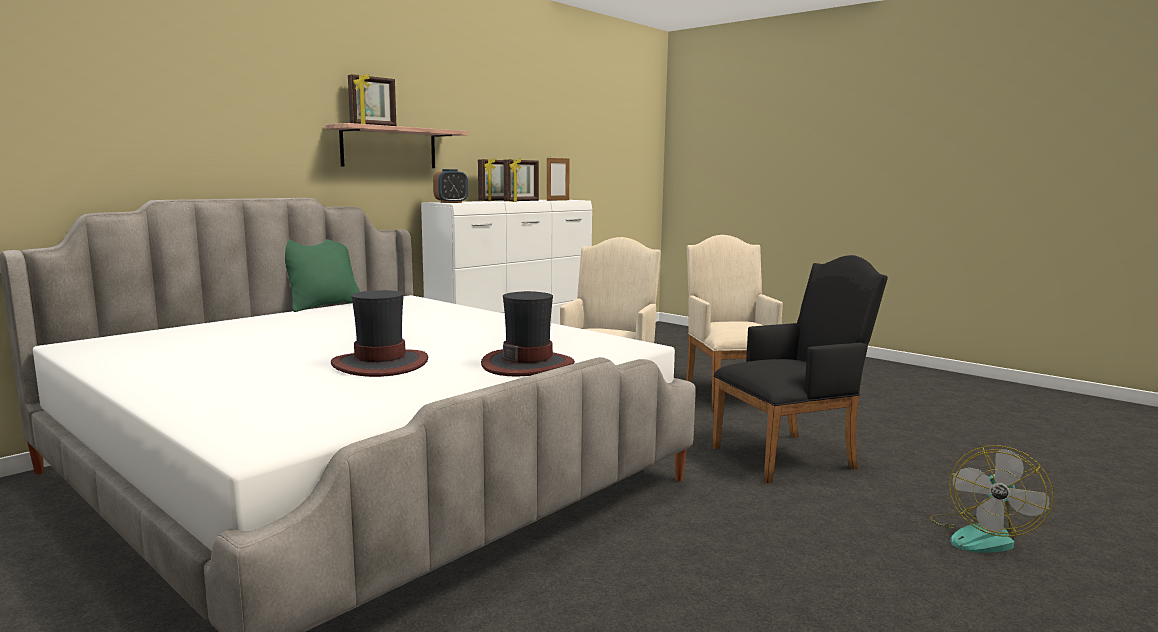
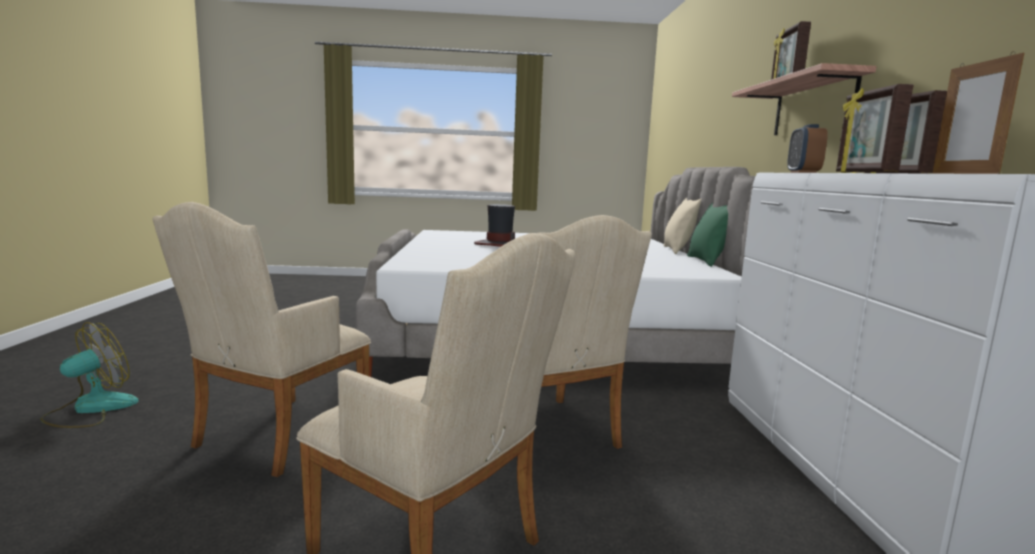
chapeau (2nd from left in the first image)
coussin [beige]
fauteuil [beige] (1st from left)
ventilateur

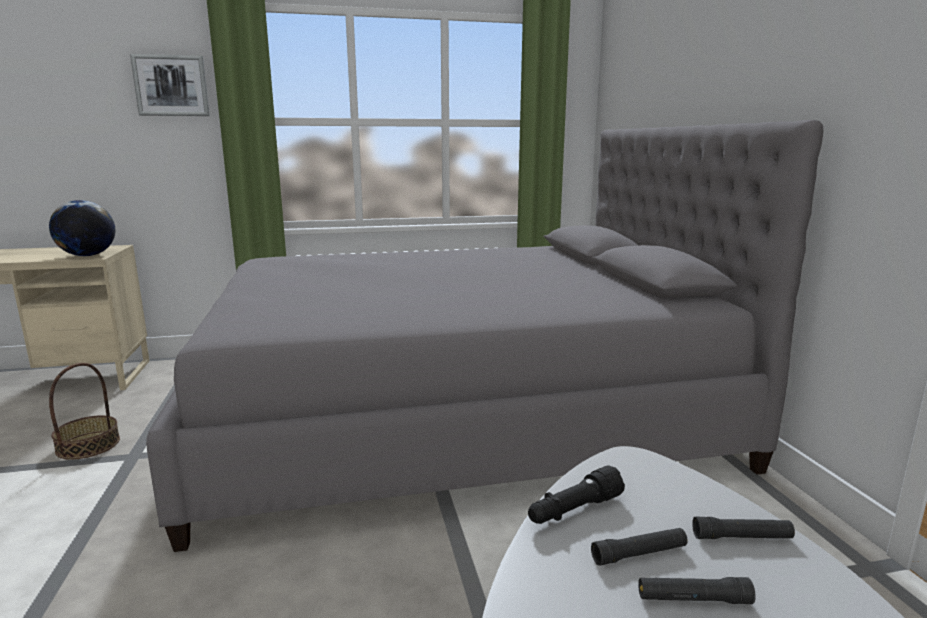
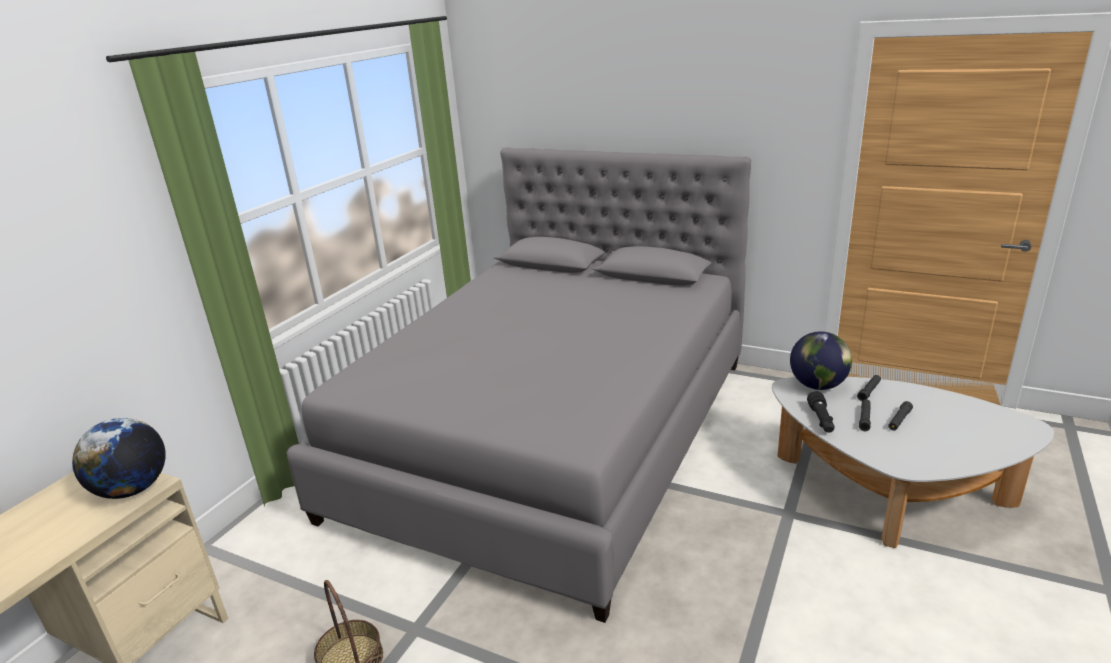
tableau
globe (2nd from left)

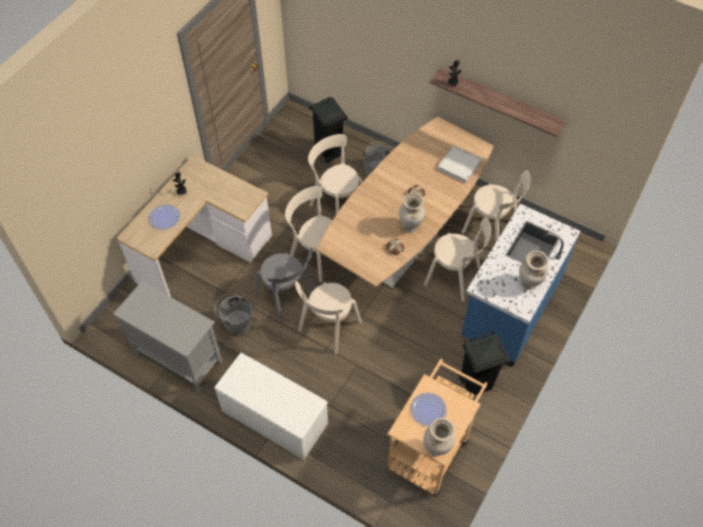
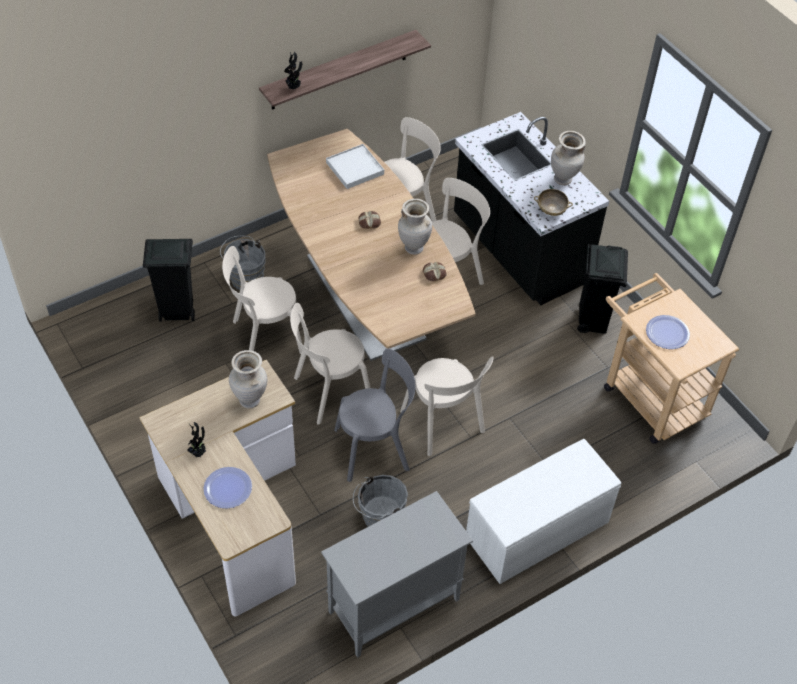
bol [beige]
vase [beige] (1st from left)
comptoir de cuisine [noir]

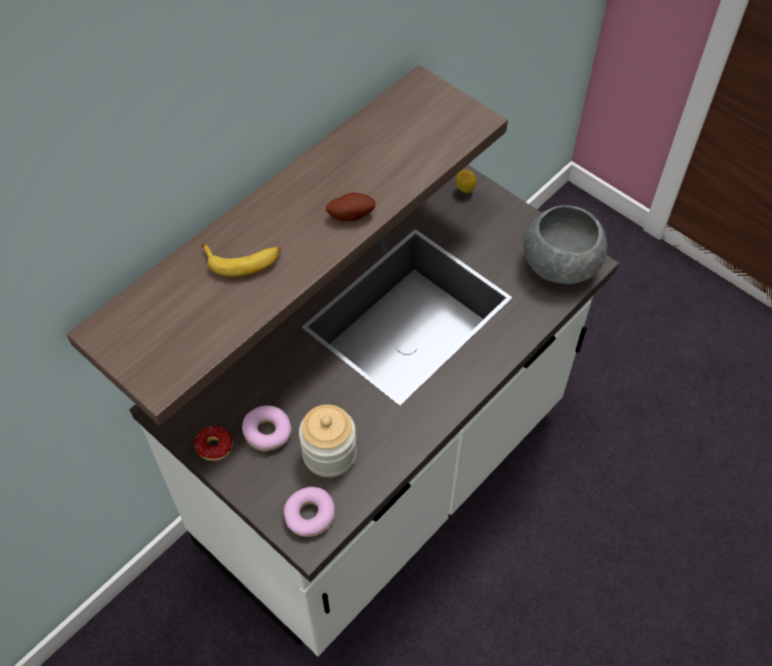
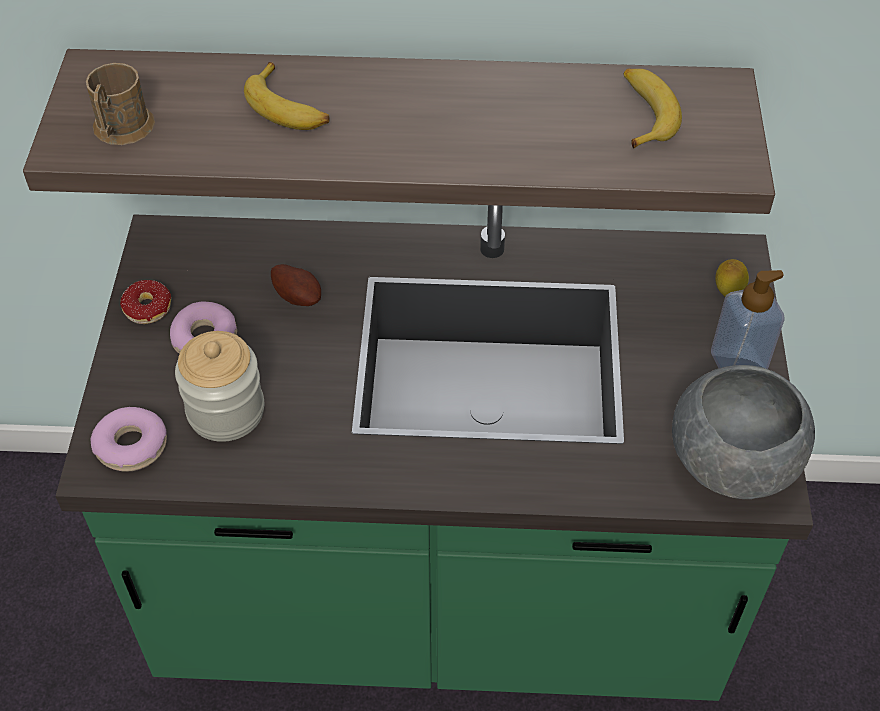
mug [marron]
banane (2nd from left)
distributeur de savon
pomme de terre
comptoir de cuisine [vert]

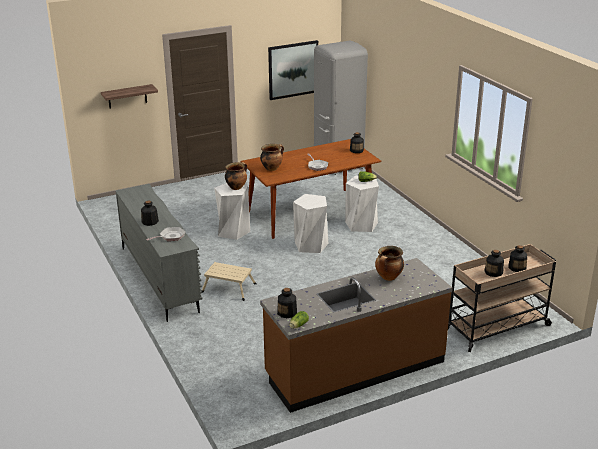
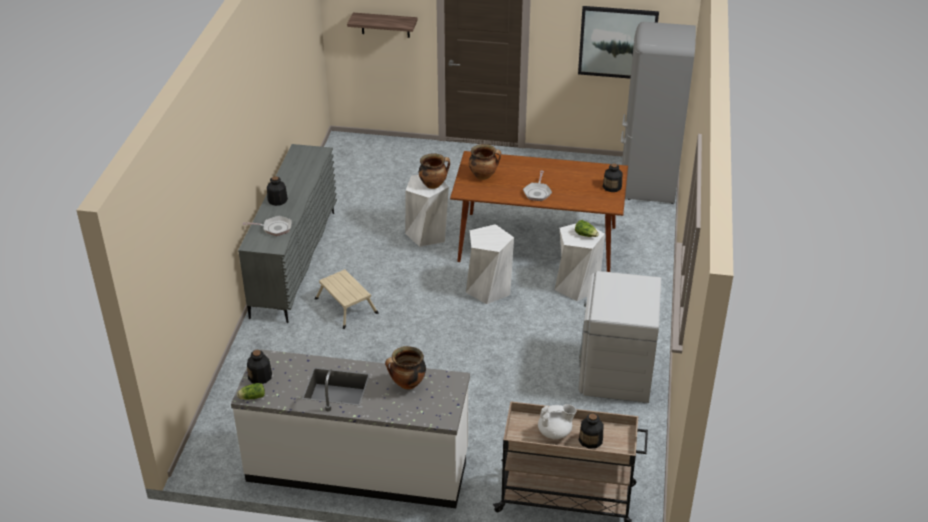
lave-linge [blanc]
théière [blanc]
comptoir de cuisine [blanc]

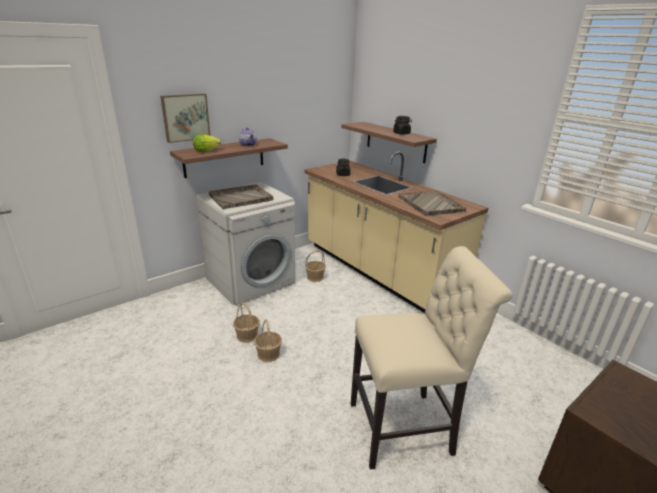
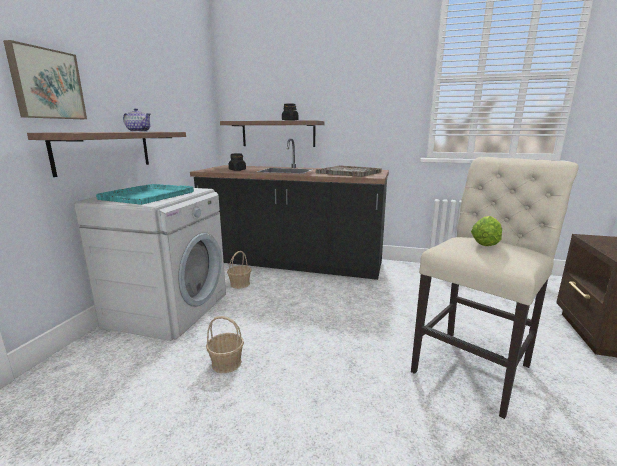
panier (2nd from left in the first image)
laitue
plateau [turquoise]
comptoir de cuisine [noir]

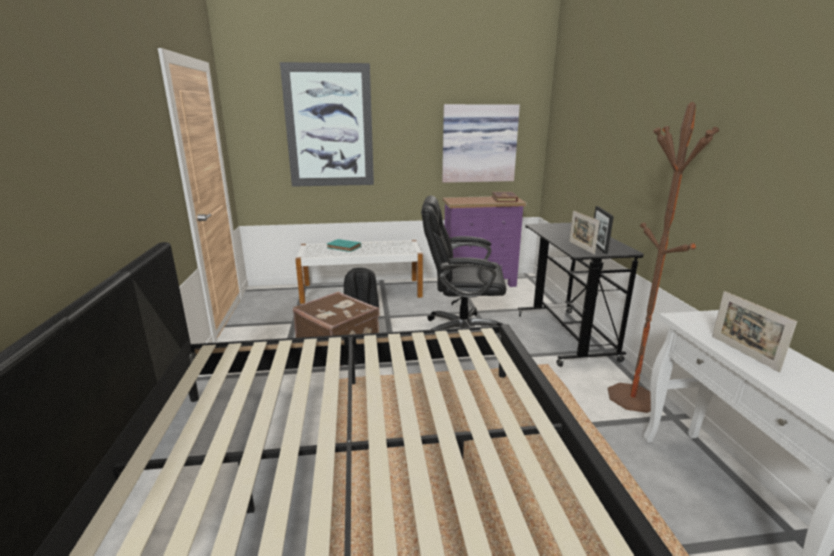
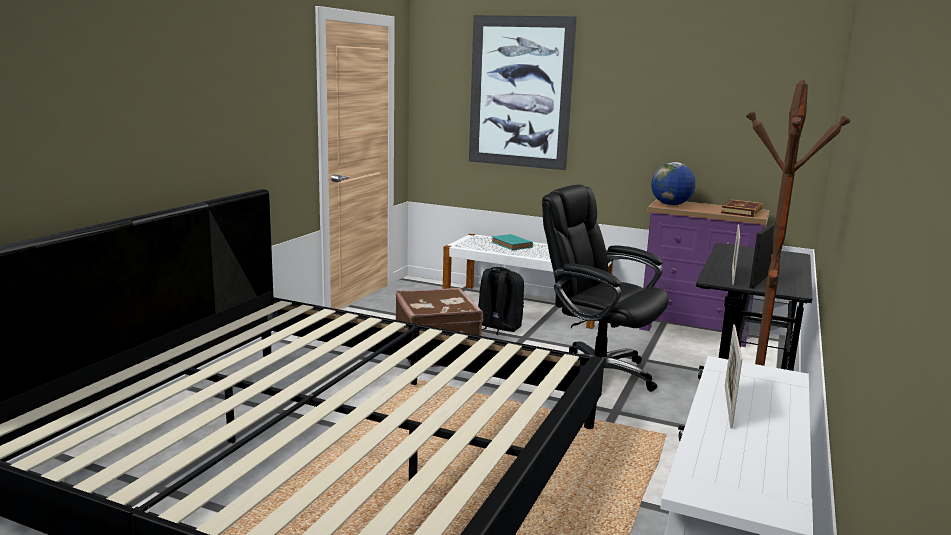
tableau (2nd from left in the first image)
globe

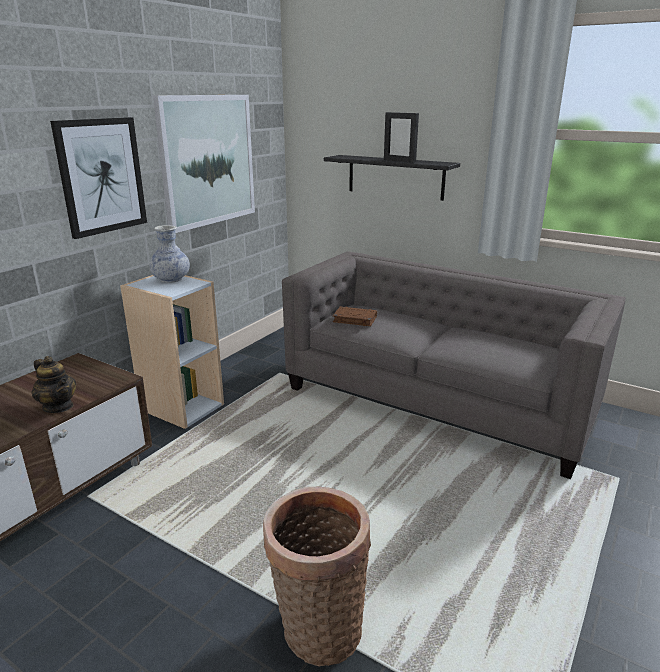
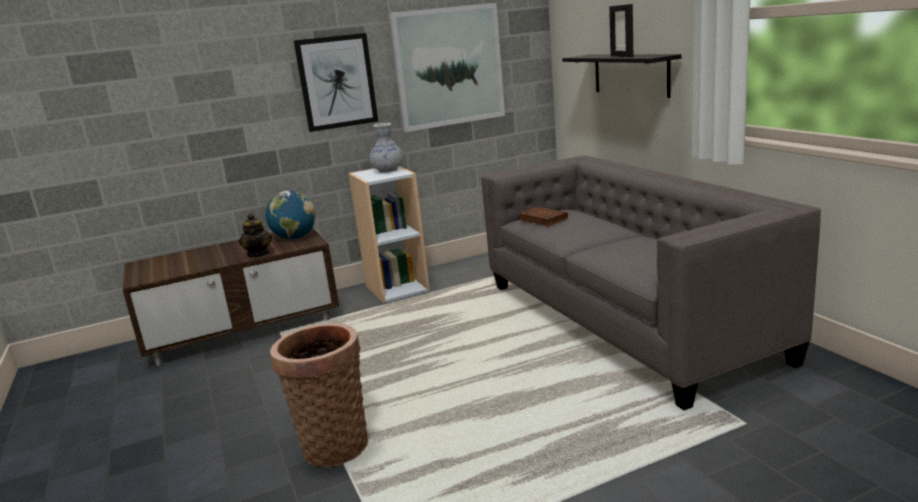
globe

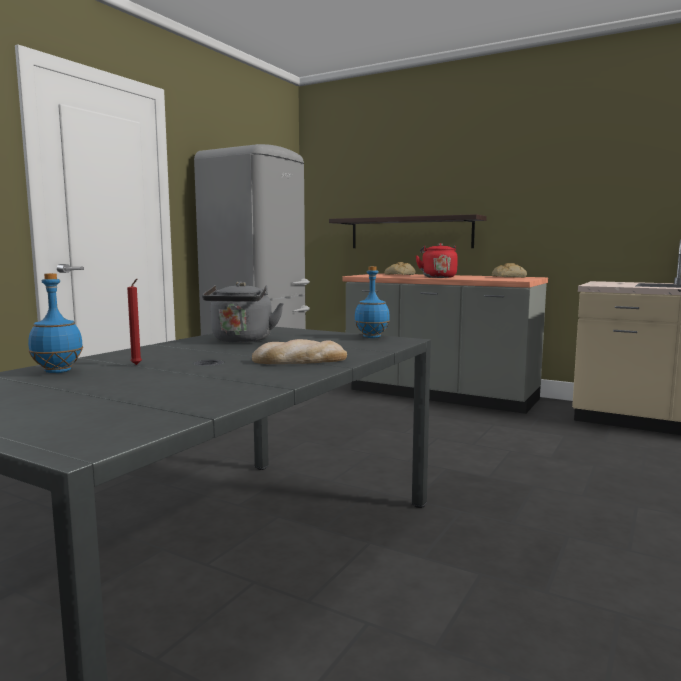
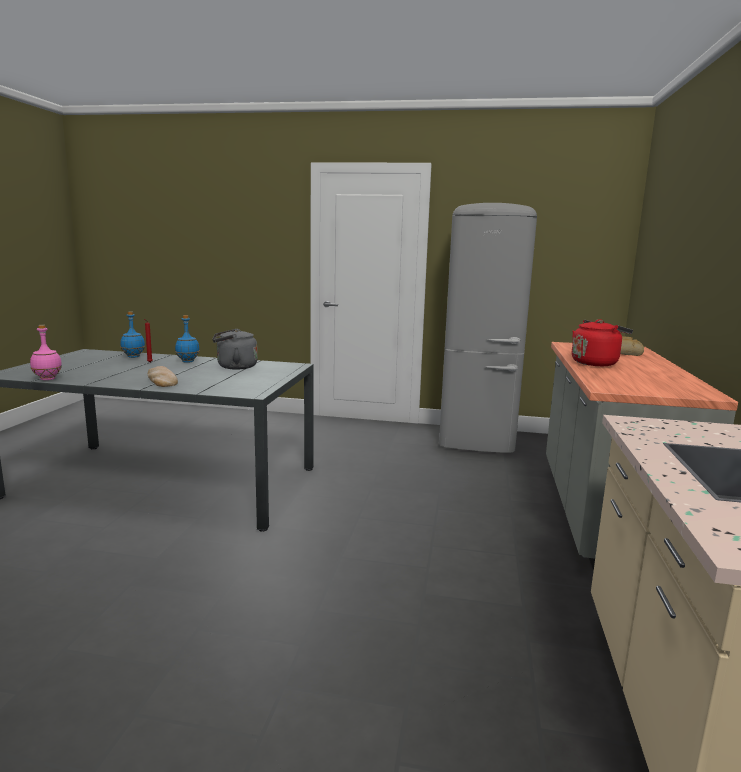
étagère
pain (3rd from left in the first image)
bouteille [rose]
bouteille [bleu] (2nd from left)

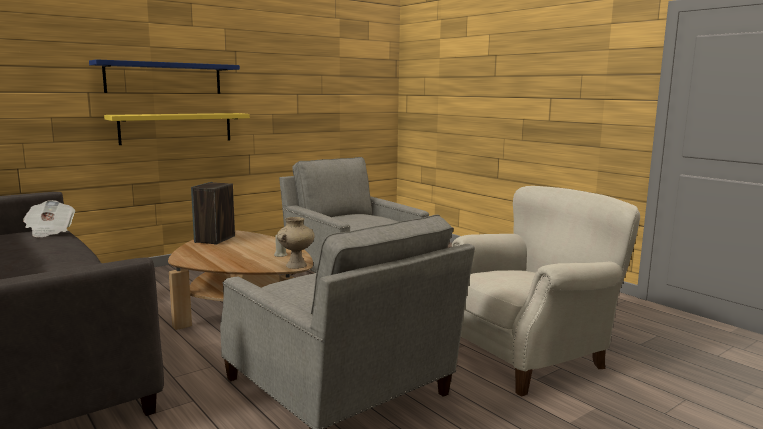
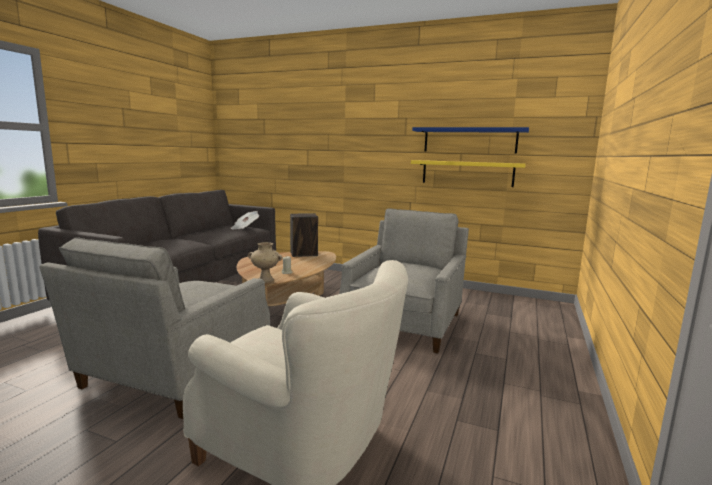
étagère [bleu]
étagère [jaune]

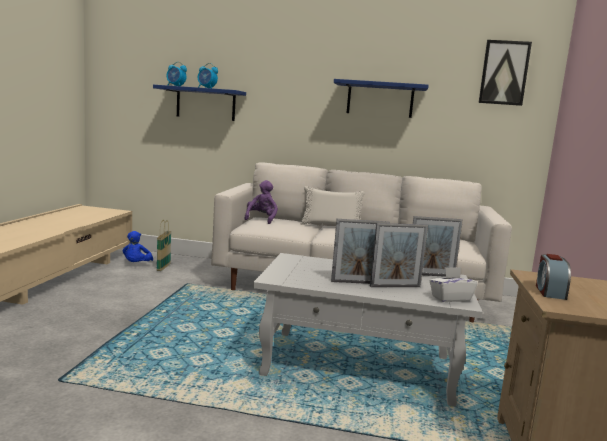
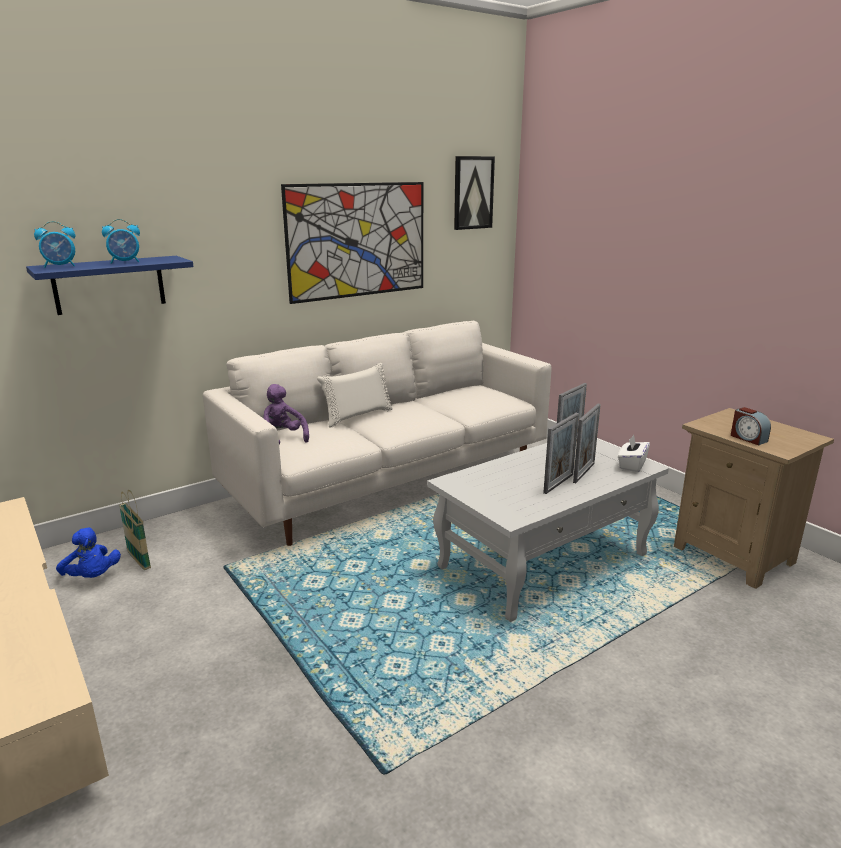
tableau (1st from left)

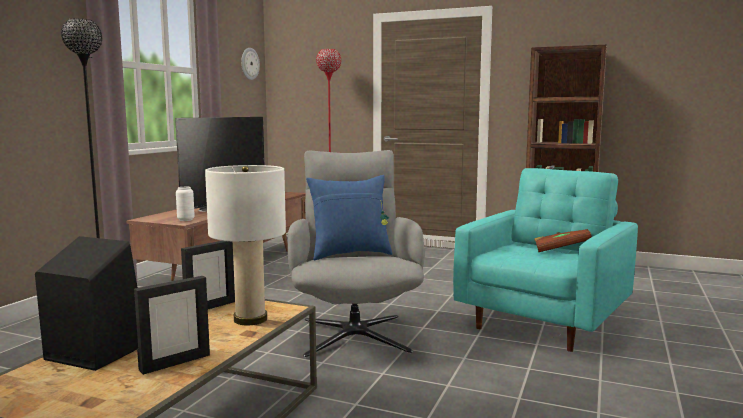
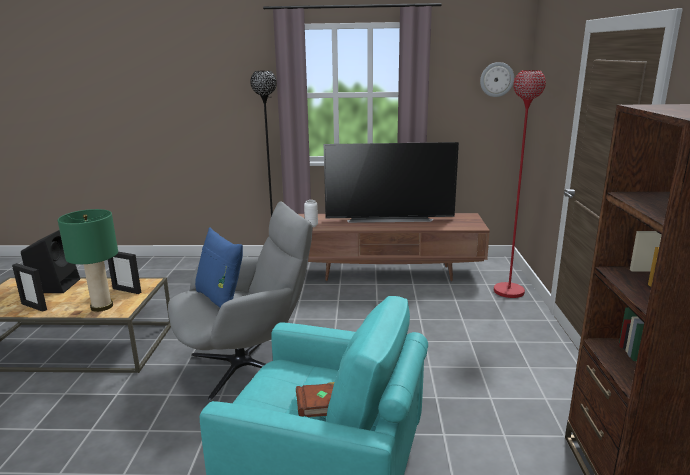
lampe de table [vert]

